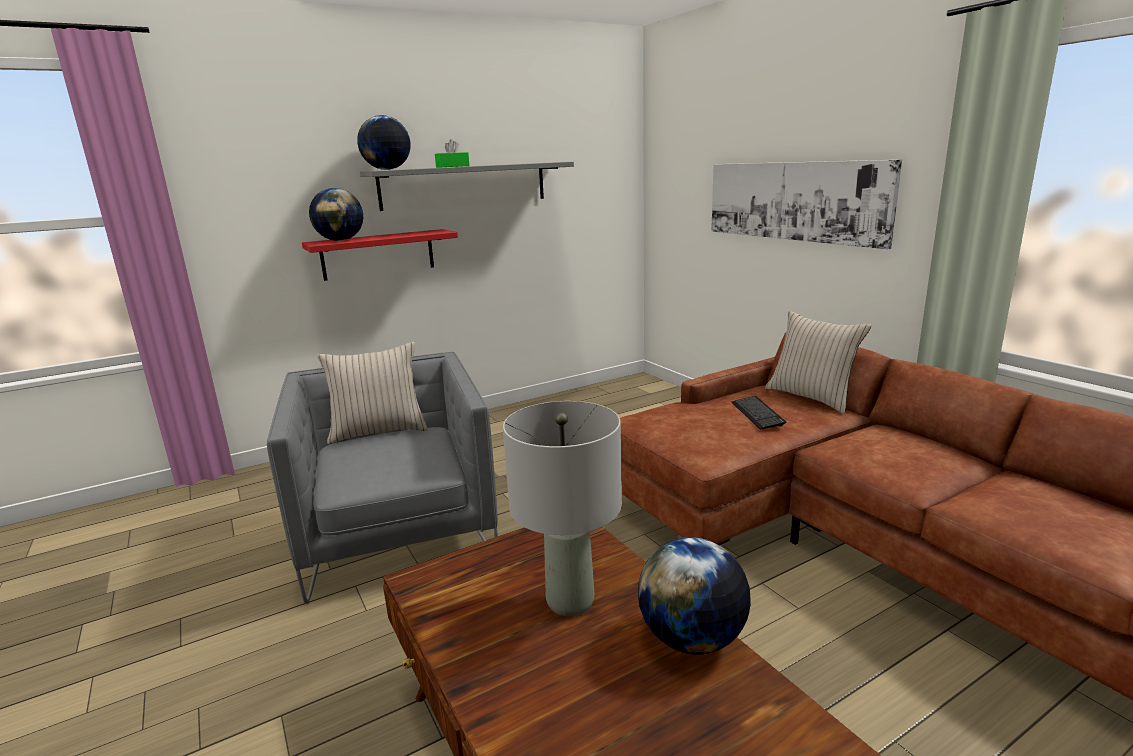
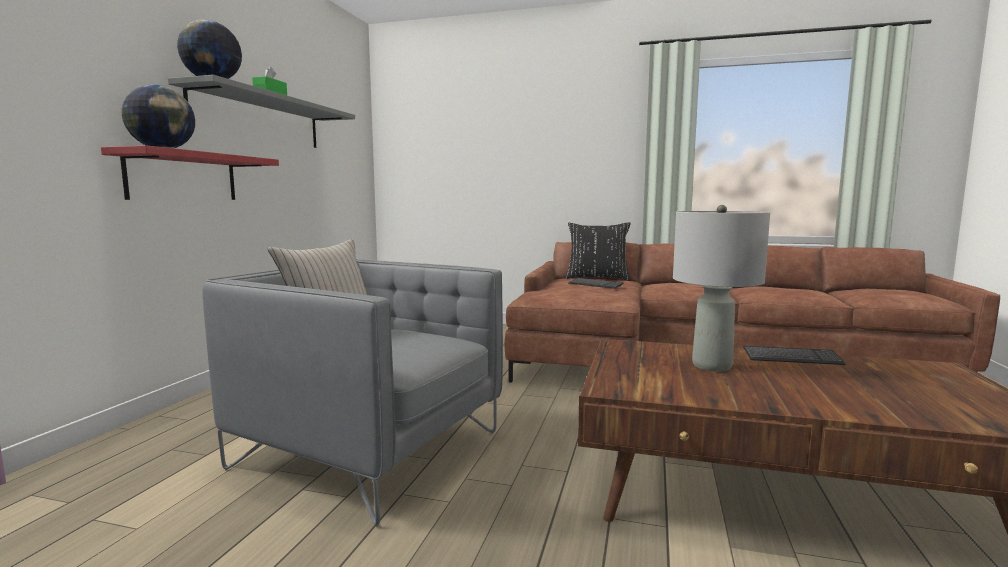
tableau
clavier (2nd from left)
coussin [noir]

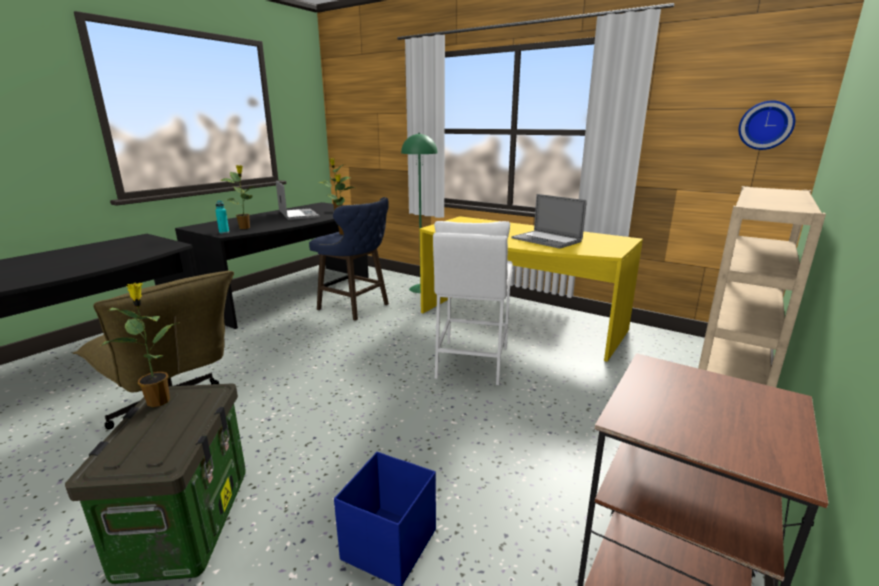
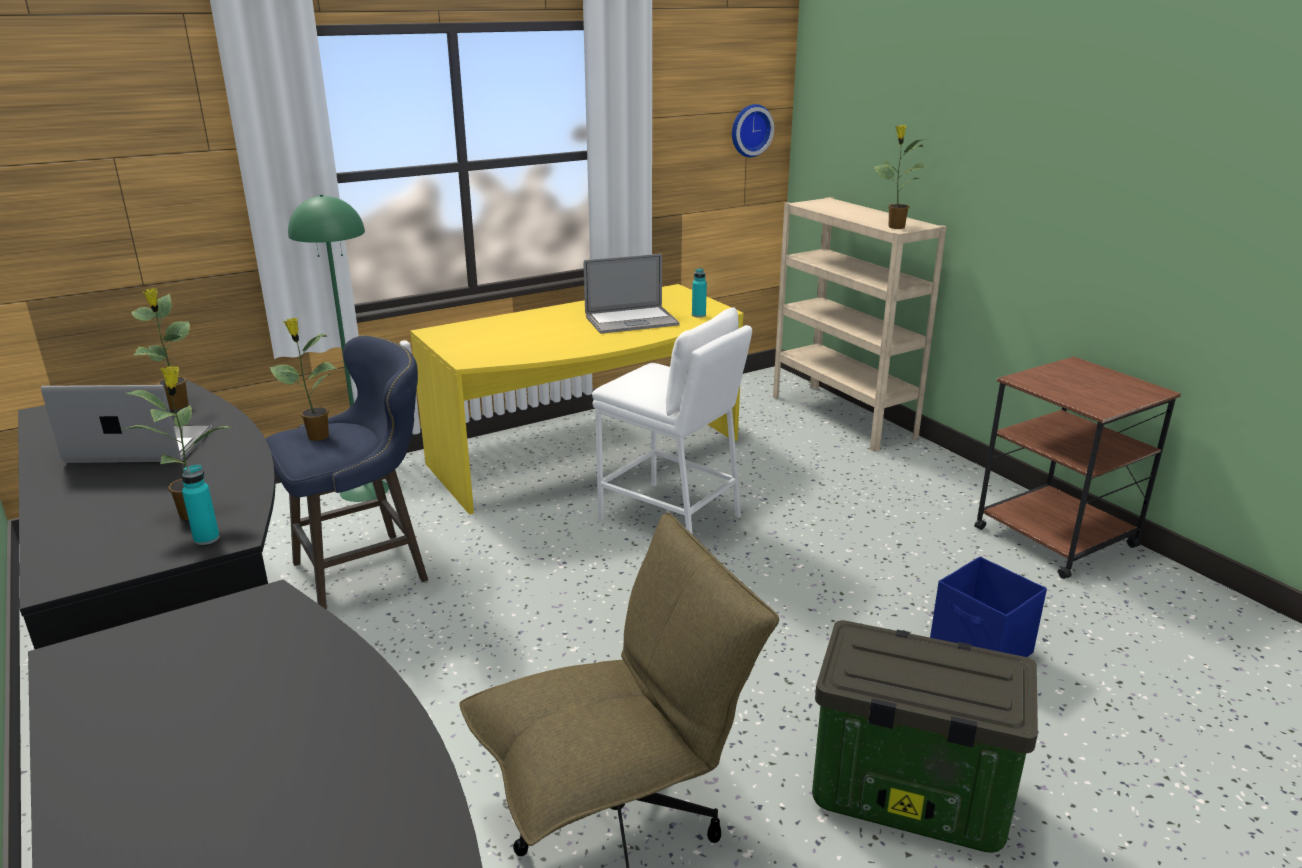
bouteille [turquoise] (2nd from left)
plante en pot (4th from left)

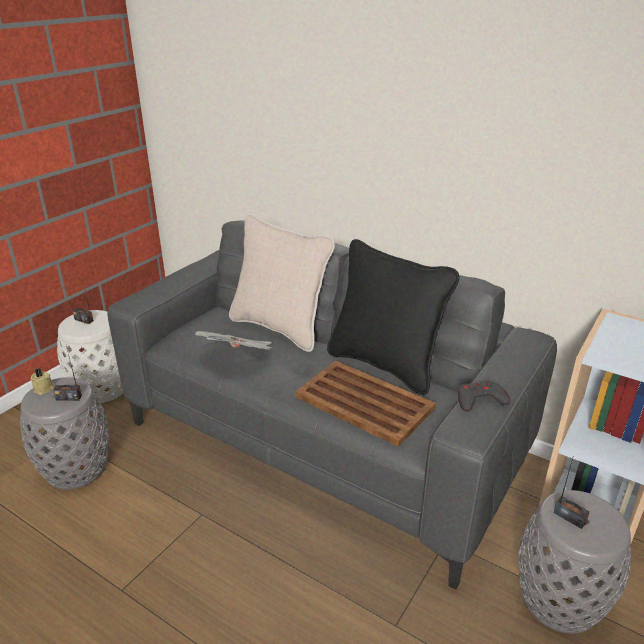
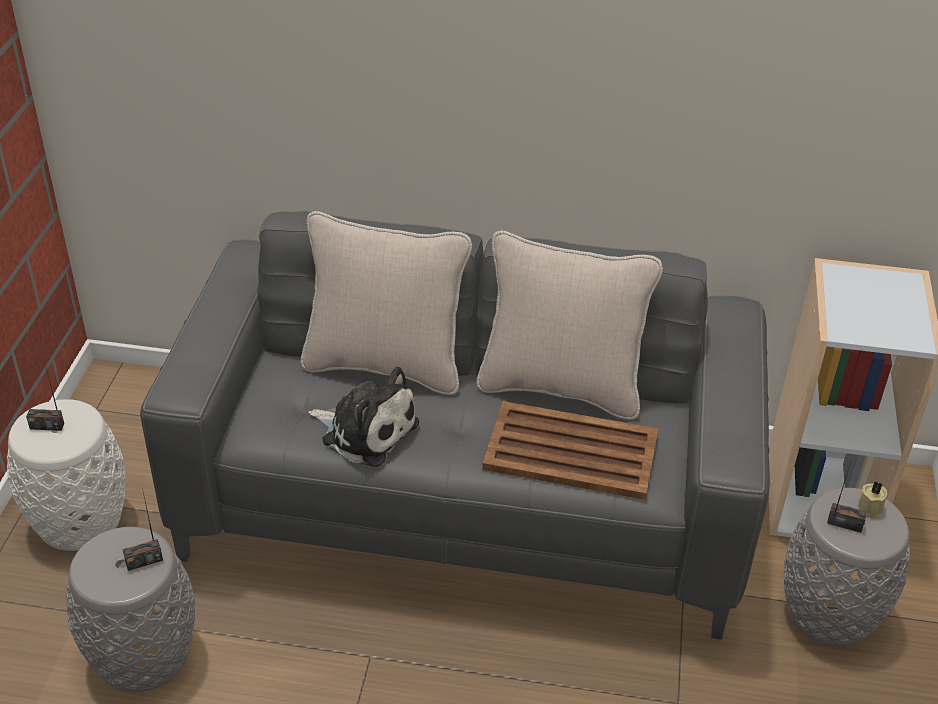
manette [gris]
bougie [beige]
peluche
coussin [beige] (2nd from left)

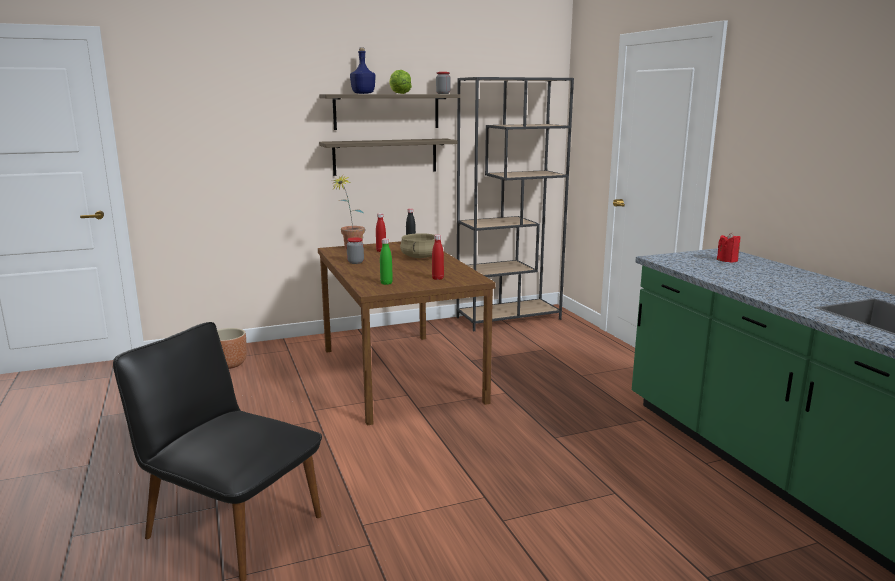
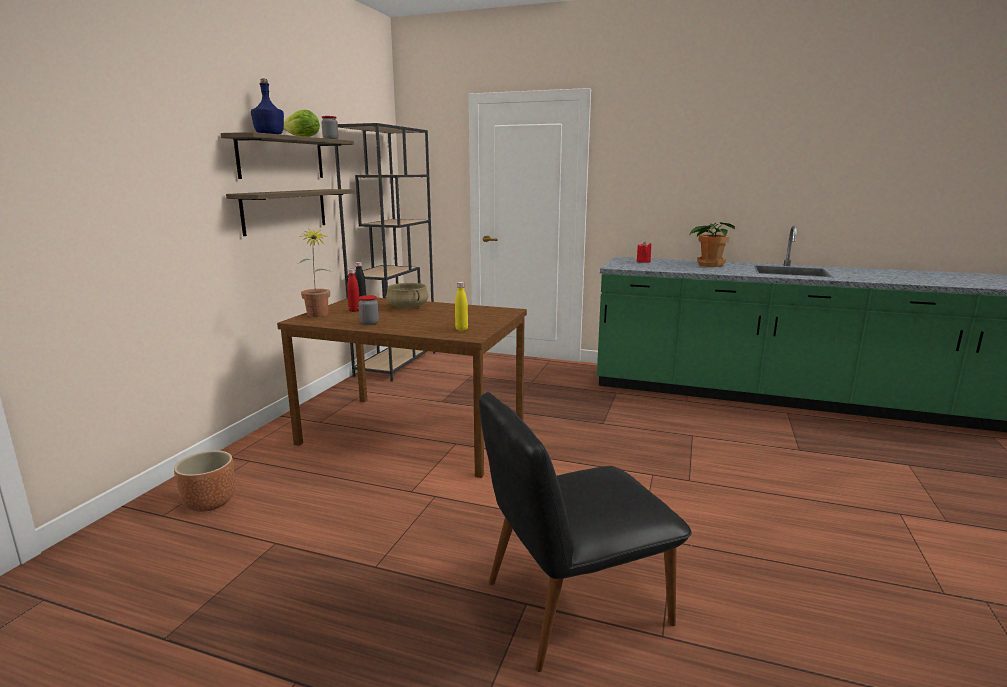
bouteille [rouge] (2nd from left in the first image)
plante en pot (2nd from left)
bouteille [jaune]

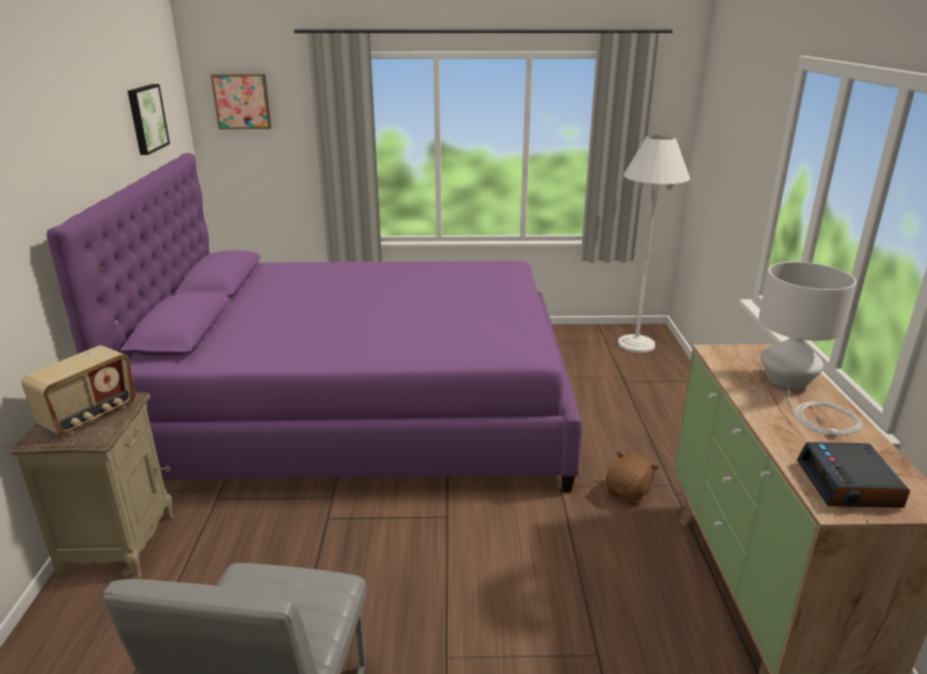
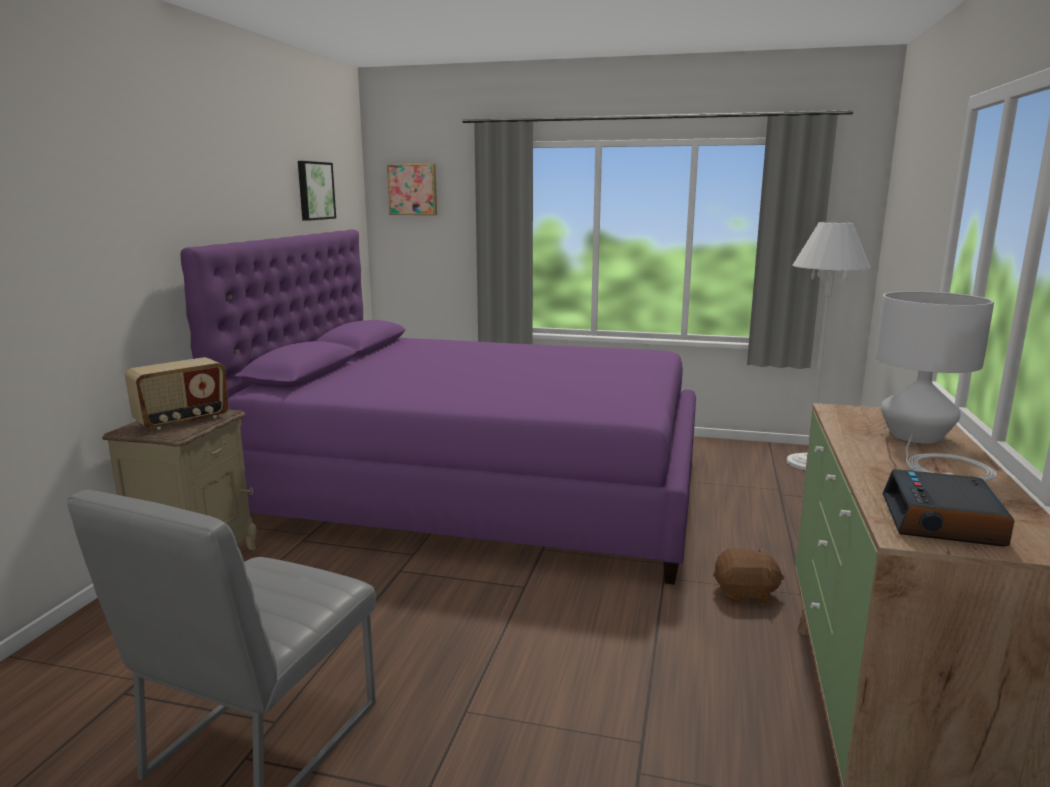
peluche [marron]

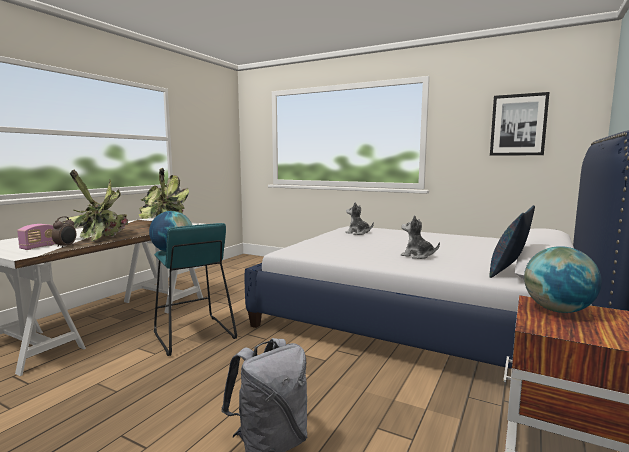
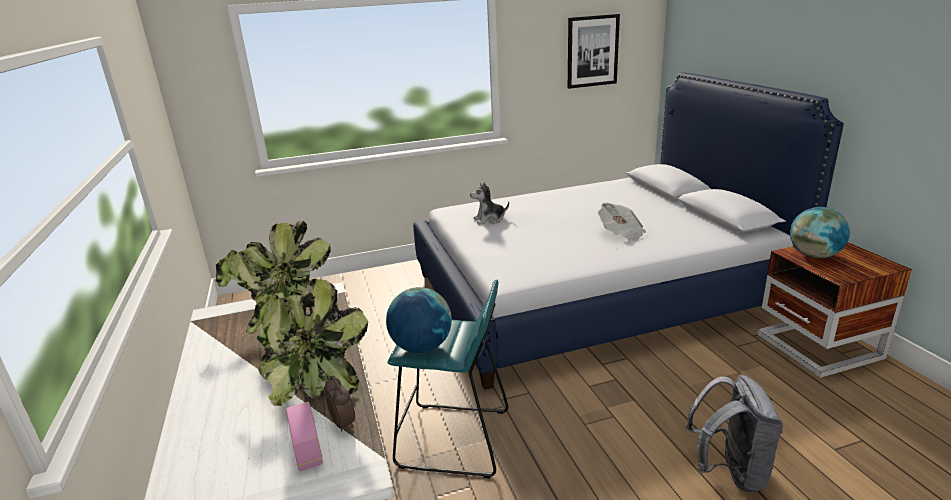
coussin [bleu]
journal

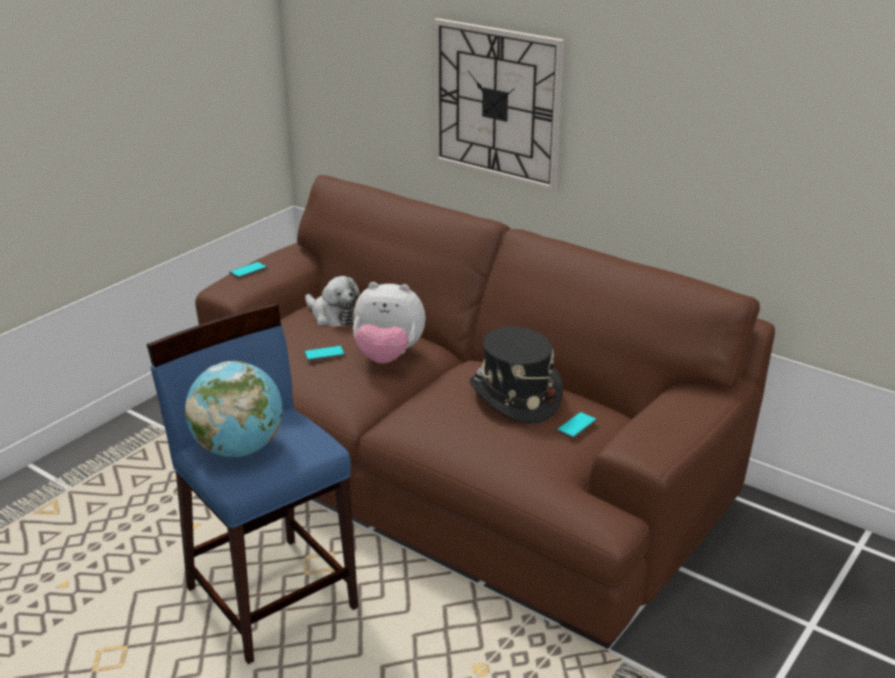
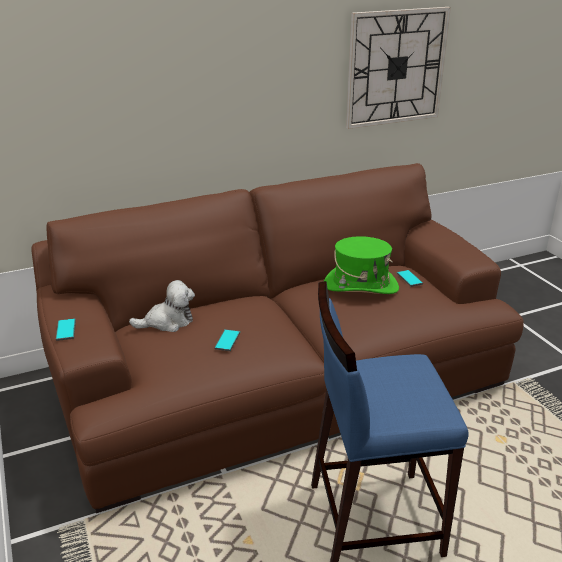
globe
peluche (2nd from left in the first image)
horloge murale
chapeau [vert]

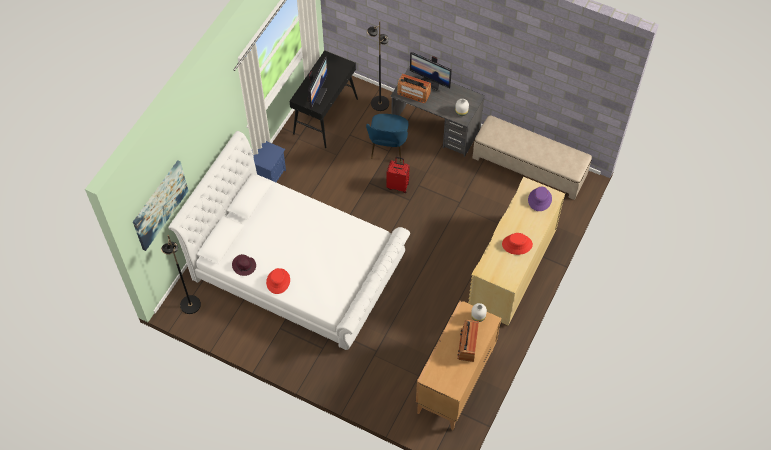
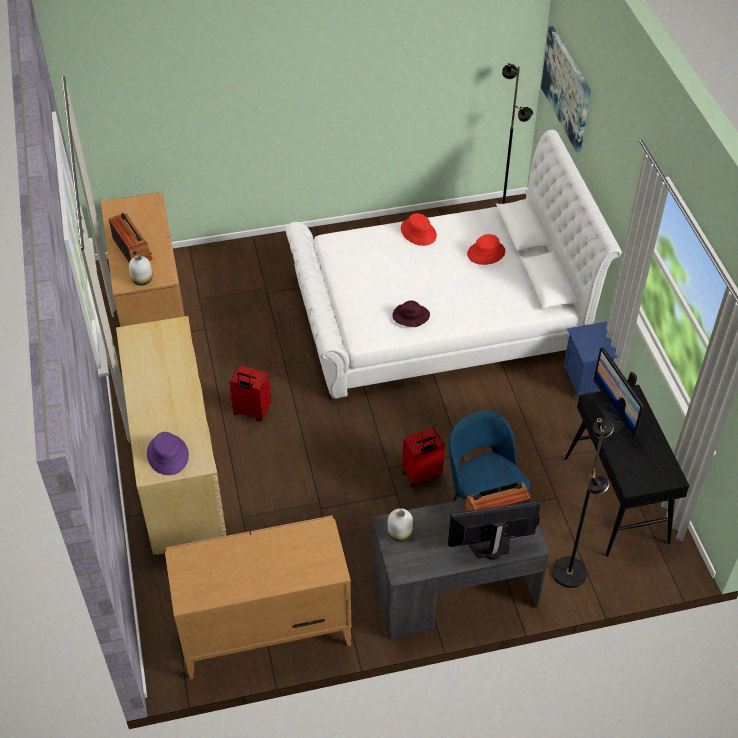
valise [rouge] (1st from left)
chapeau [violet] (2nd from left)
chapeau [rouge] (2nd from left)
meuble de rangement [marron] (2nd from left)

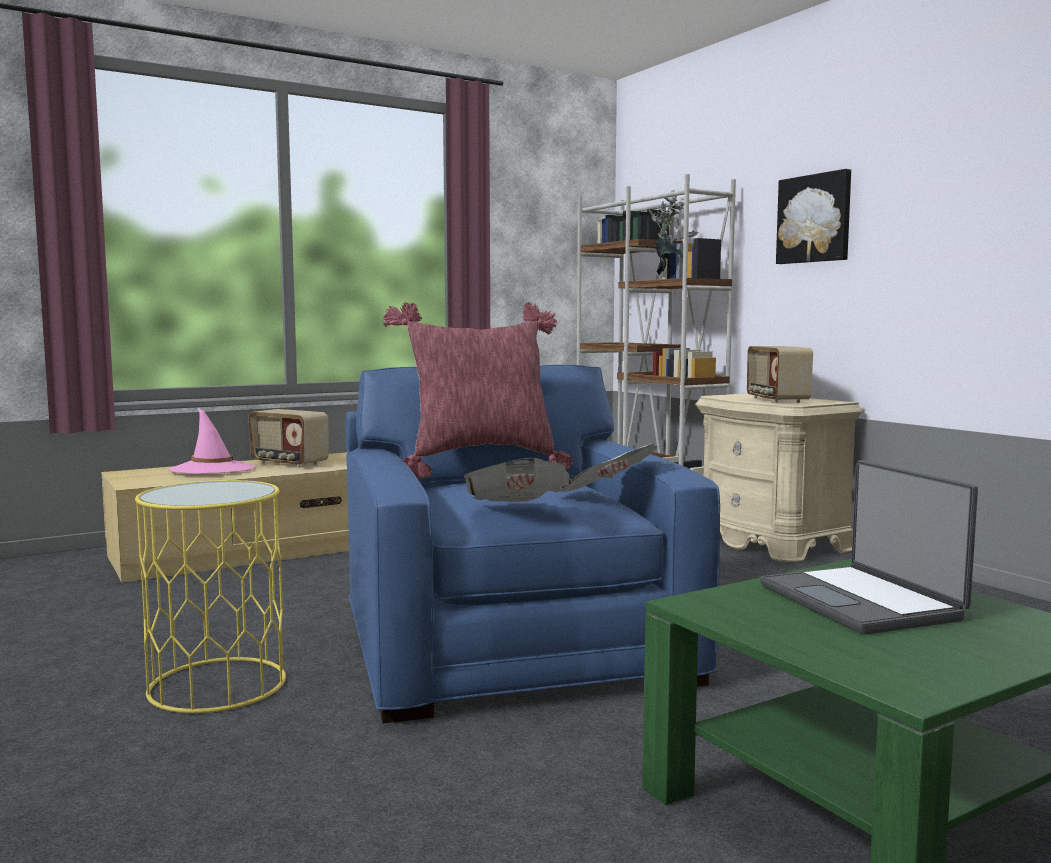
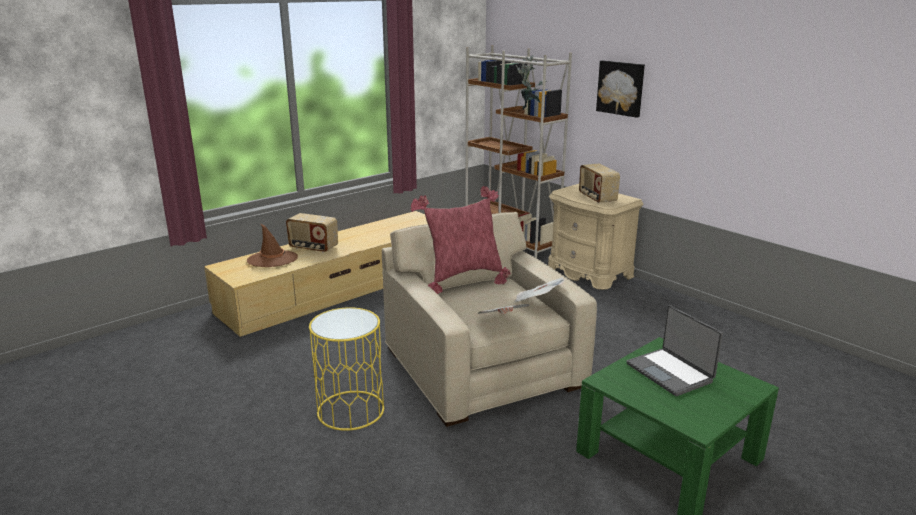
chapeau [marron]
fauteuil [beige]

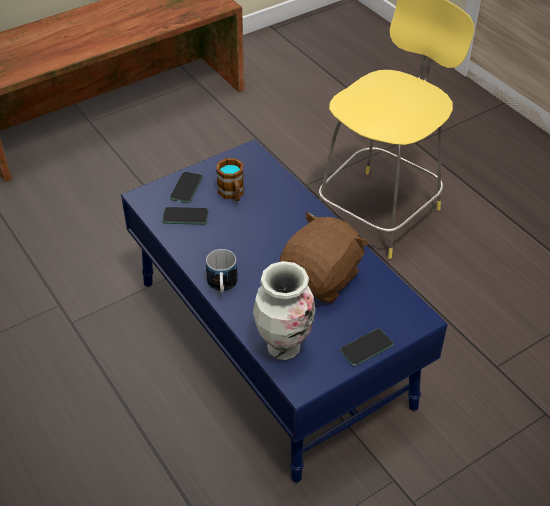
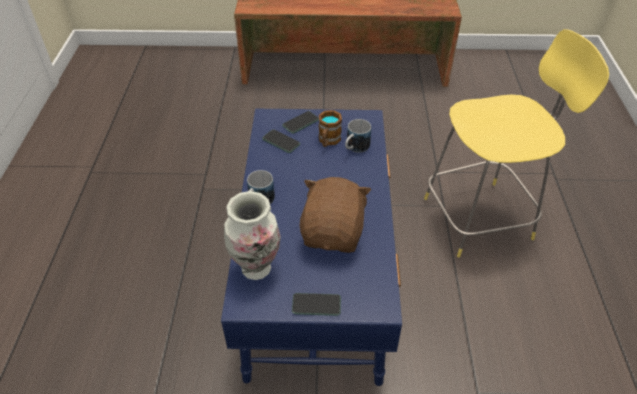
mug (3rd from left)
peluche [marron]

